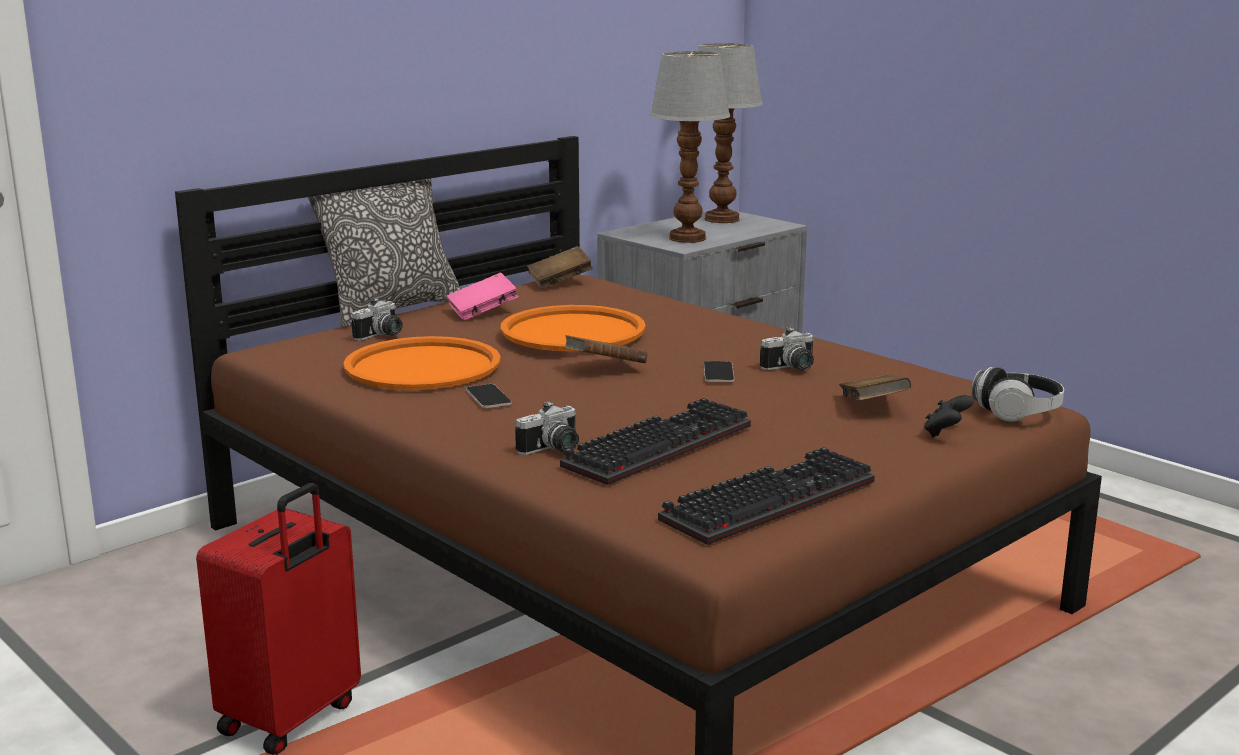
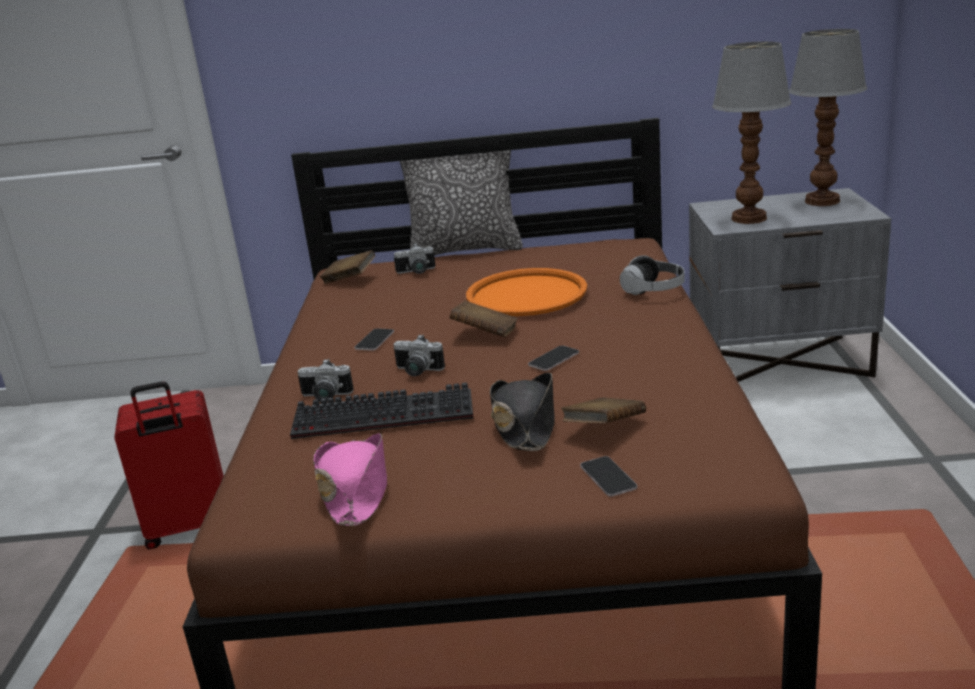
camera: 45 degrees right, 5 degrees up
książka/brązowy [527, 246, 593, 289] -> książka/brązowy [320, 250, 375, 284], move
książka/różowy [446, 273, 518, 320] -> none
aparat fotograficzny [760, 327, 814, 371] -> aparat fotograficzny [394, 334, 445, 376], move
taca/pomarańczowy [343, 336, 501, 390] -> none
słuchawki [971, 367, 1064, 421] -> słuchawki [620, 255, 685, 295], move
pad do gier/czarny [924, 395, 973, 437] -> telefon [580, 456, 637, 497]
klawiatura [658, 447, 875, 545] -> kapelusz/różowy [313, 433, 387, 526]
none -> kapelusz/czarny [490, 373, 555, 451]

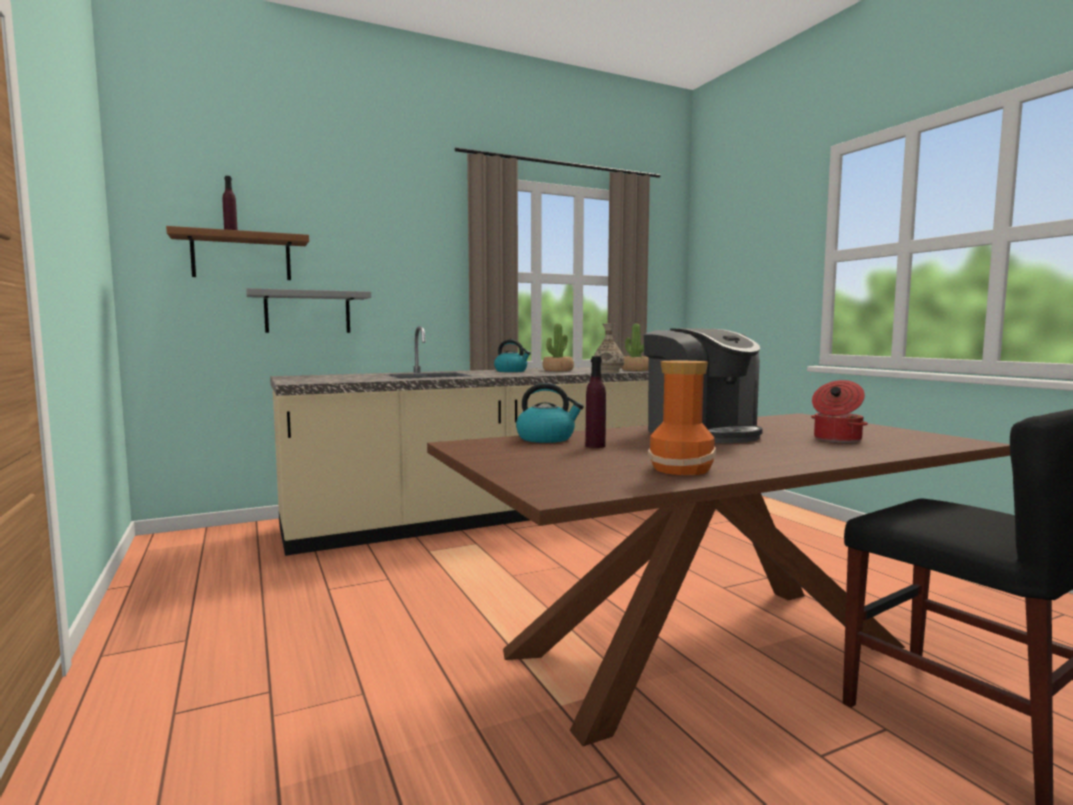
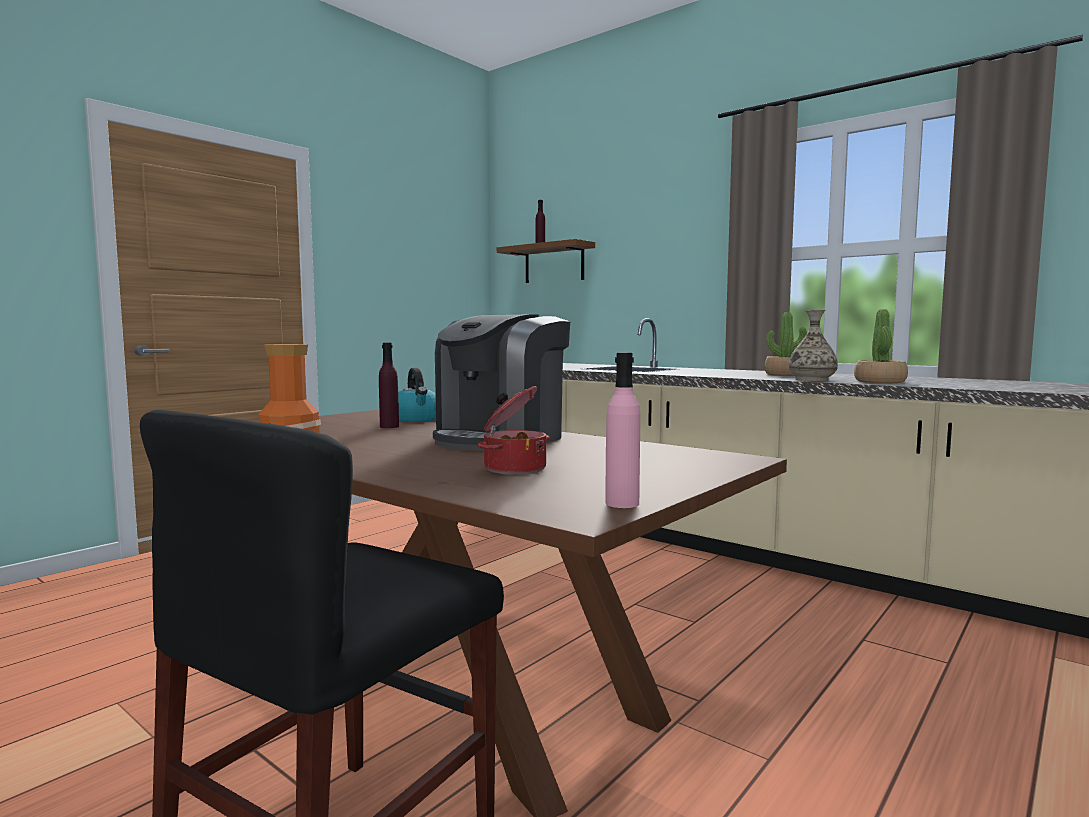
camera: 65 degrees right, 0 degrees up
półka/szary [246, 288, 371, 333] -> none
czajnik [494, 340, 531, 372] -> none
none -> butelka/różowy [606, 352, 640, 508]

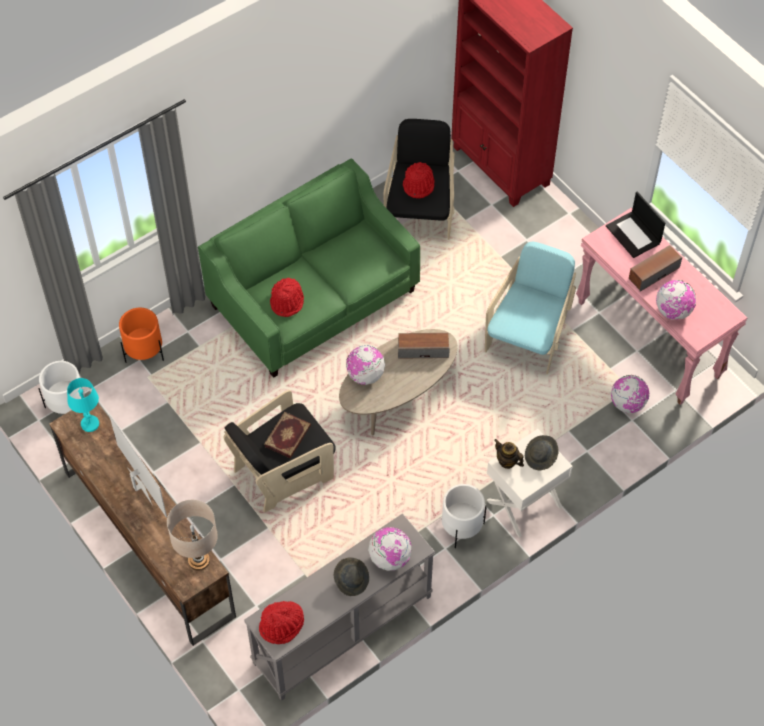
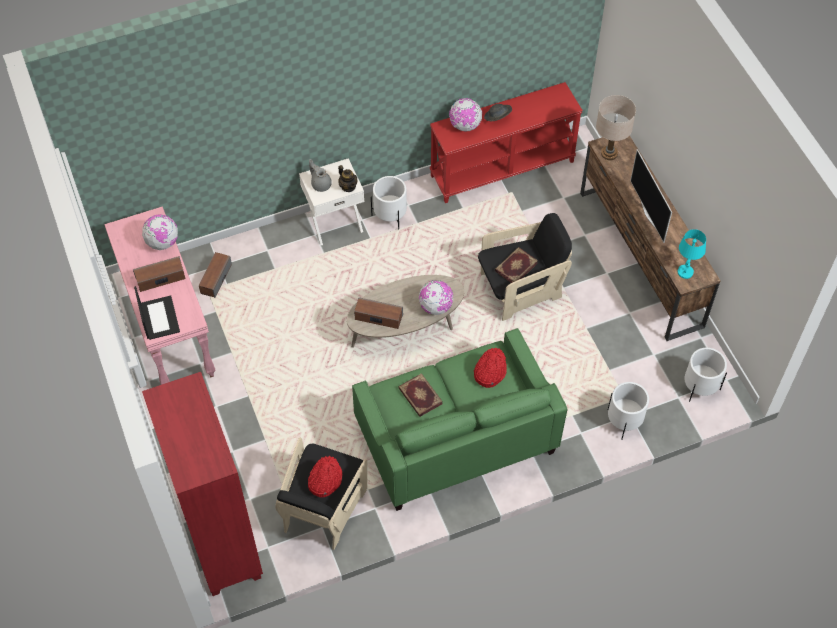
camera: 165 degrees left, 0 degrees up
fotel/turkusowy [485, 242, 576, 374] -> none
donica/pomarańczowy [119, 308, 164, 363] -> donica/biały [608, 382, 649, 440]
globus [611, 375, 649, 413] -> głośnik [199, 252, 232, 298]
kapelusz/szary [525, 435, 559, 470] -> imbryk/szary [309, 159, 332, 192]
stolik konsolowy/szary [244, 514, 435, 701] -> stolik konsolowy/czerwony [430, 82, 583, 203]
kapelusz/czerwony [259, 601, 304, 644] -> none
none -> książka [398, 373, 443, 417]

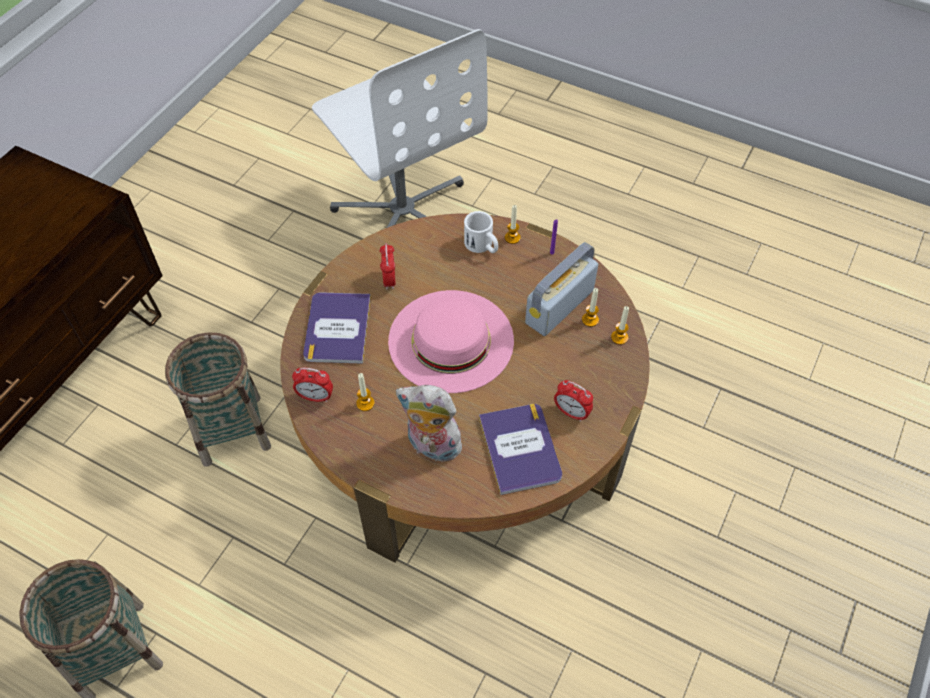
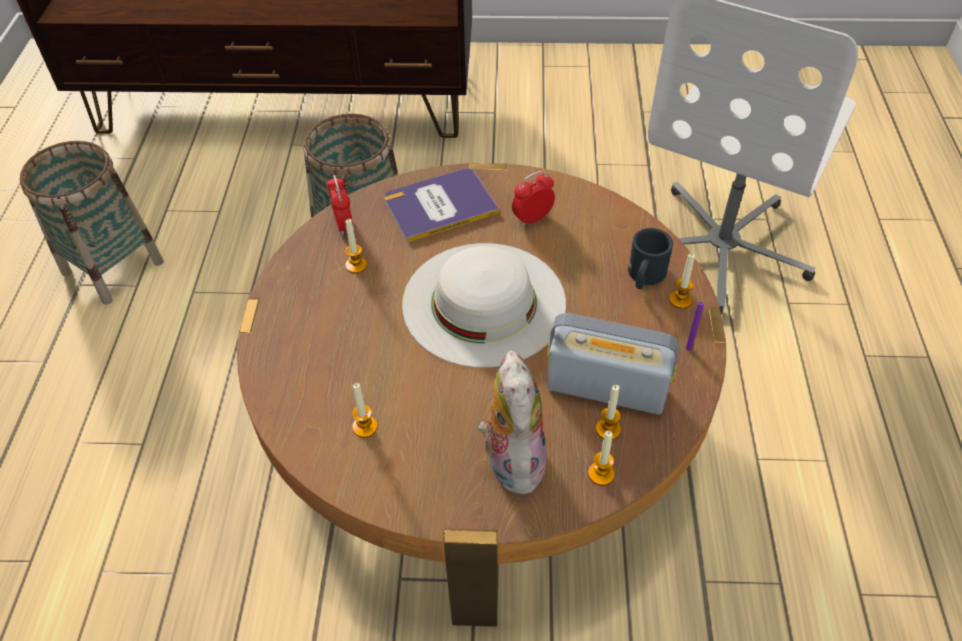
camera: 65 degrees right, 5 degrees down
kubek/biały [464, 211, 498, 253] -> kubek/czarny [628, 228, 673, 289]
kapelusz/różowy [388, 290, 514, 393] -> kapelusz/biały [402, 243, 566, 368]
budzik [554, 380, 593, 421] -> none
pluszak [396, 385, 462, 462] -> pluszak [477, 350, 547, 496], move
książka [479, 404, 562, 495] -> świeca [352, 383, 378, 438]

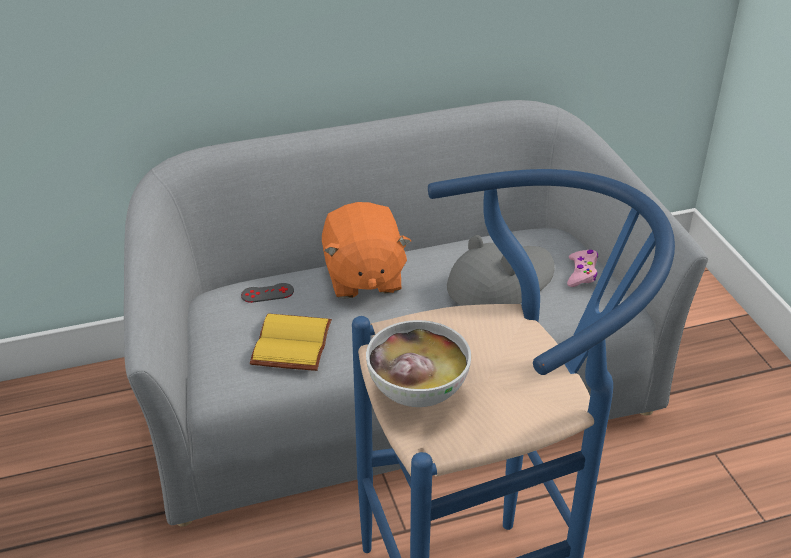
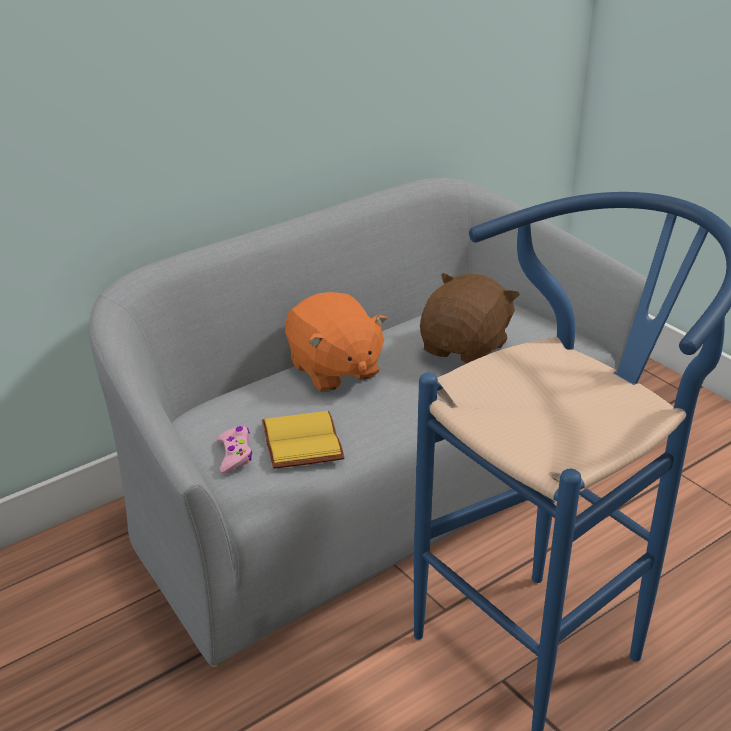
camera: 20 degrees left, 5 degrees down
kapelusz/szary [447, 235, 555, 306] -> pluszak/brązowy [420, 273, 520, 364]
pad do gier/różowy [567, 250, 598, 287] -> pad do gier/różowy [217, 426, 252, 474], move
pad do gier/szary [241, 283, 294, 303] -> none
miska [366, 320, 471, 407] -> none

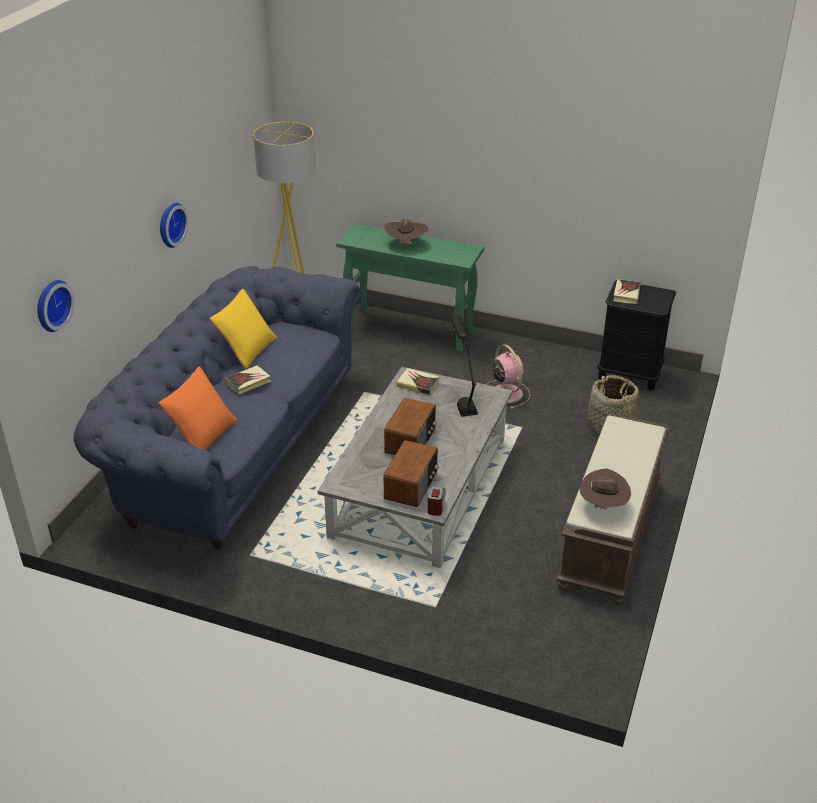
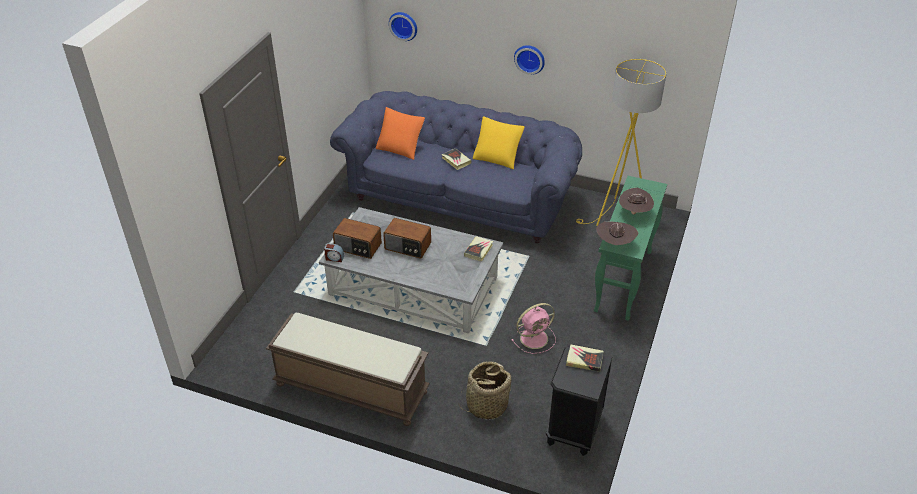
camera: 90 degrees right, 5 degrees up
lampa stołowa/czarny [450, 314, 478, 417] -> none
kapelusz/brązowy [579, 469, 631, 509] -> kapelusz/brązowy [596, 221, 638, 245], move

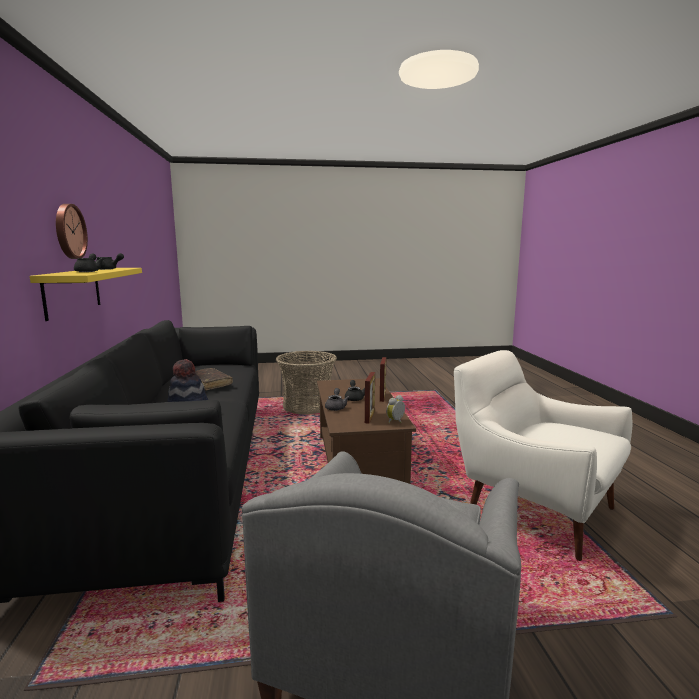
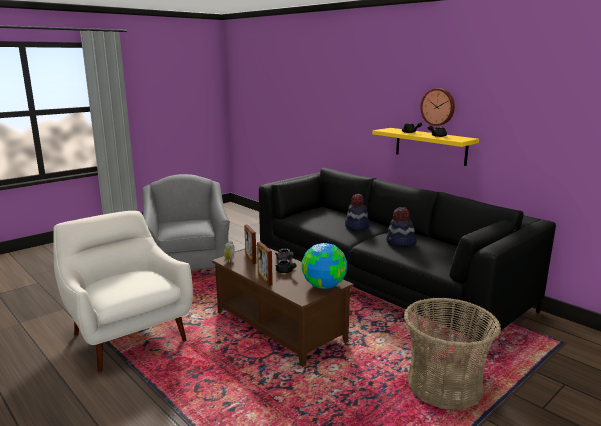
camera: 145 degrees right, 5 degrees up
fotel/biały [454, 350, 632, 561] -> fotel/biały [53, 211, 193, 372], 135 degrees counterclockwise
książka/brązowy [195, 368, 233, 391] -> kapelusz [386, 207, 417, 247]
none -> globus [302, 243, 347, 289]

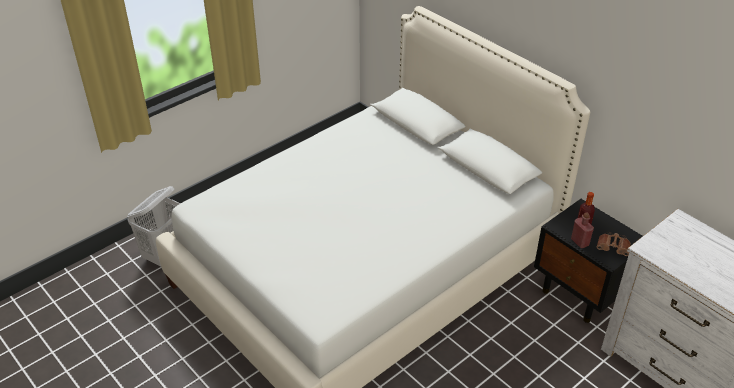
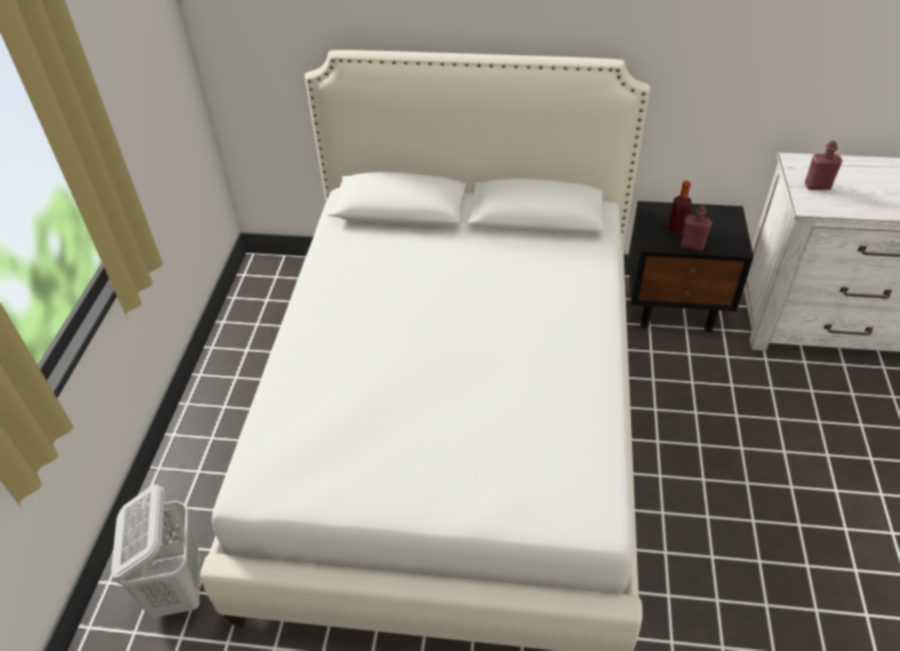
camera: 40 degrees left, 5 degrees up
lornetka/brązowy [596, 232, 631, 256] -> none
none -> butelka/czerwony [805, 141, 842, 190]

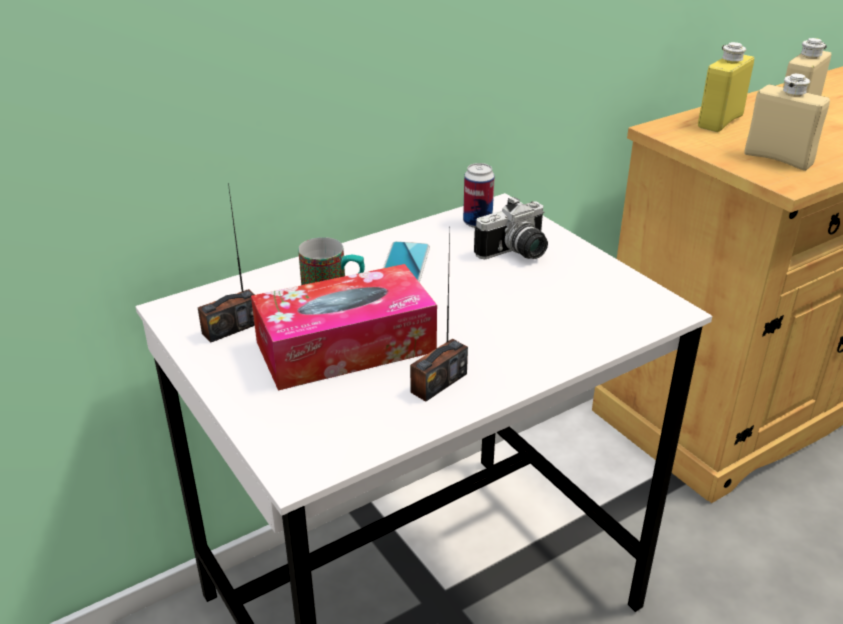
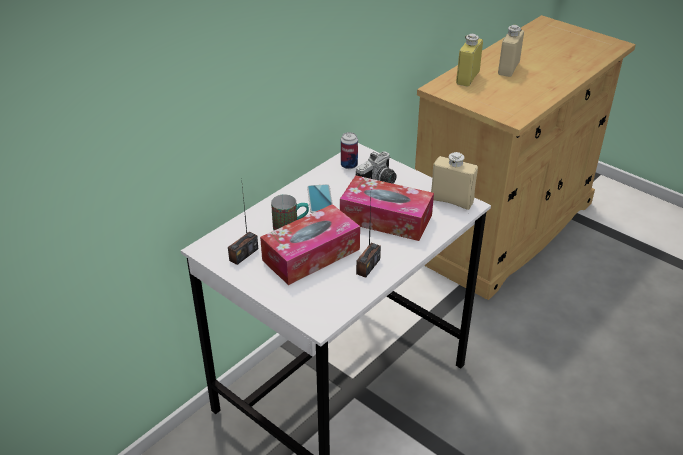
camera: 15 degrees left, 5 degrees up
butelka/beżowy [744, 74, 830, 171] -> butelka/beżowy [431, 152, 478, 210], move
none -> pudełko chusteczek [340, 175, 434, 241]

